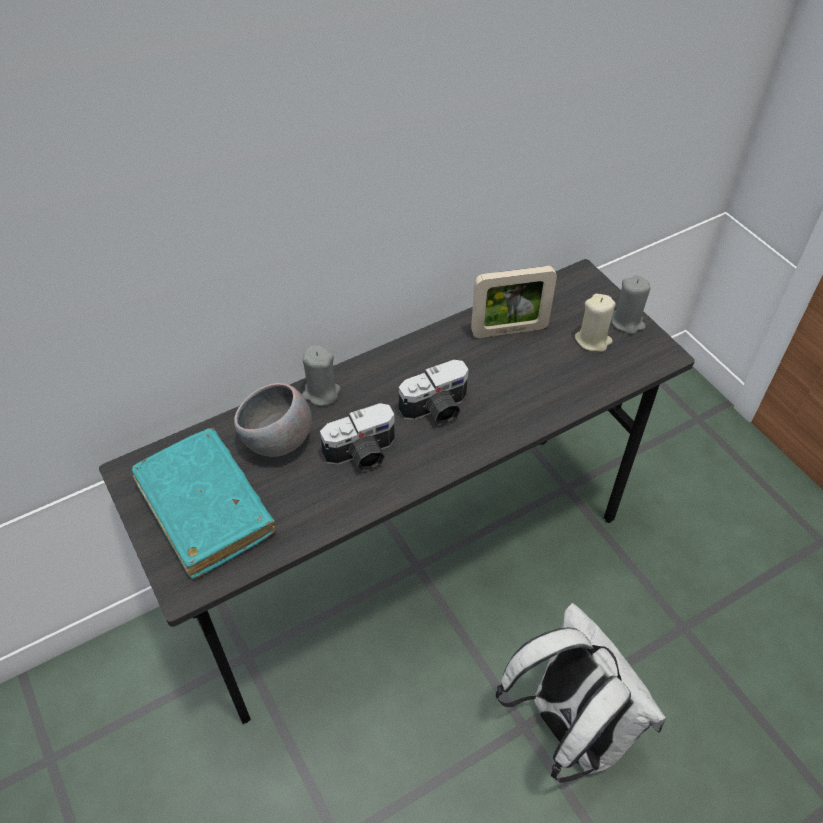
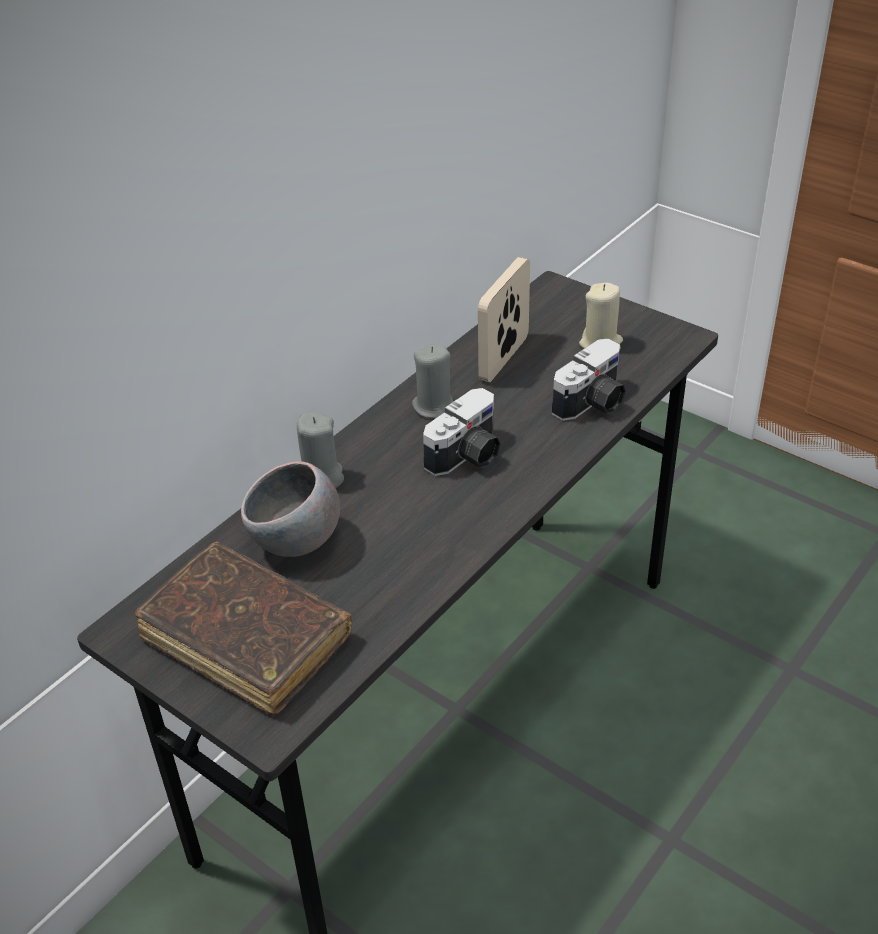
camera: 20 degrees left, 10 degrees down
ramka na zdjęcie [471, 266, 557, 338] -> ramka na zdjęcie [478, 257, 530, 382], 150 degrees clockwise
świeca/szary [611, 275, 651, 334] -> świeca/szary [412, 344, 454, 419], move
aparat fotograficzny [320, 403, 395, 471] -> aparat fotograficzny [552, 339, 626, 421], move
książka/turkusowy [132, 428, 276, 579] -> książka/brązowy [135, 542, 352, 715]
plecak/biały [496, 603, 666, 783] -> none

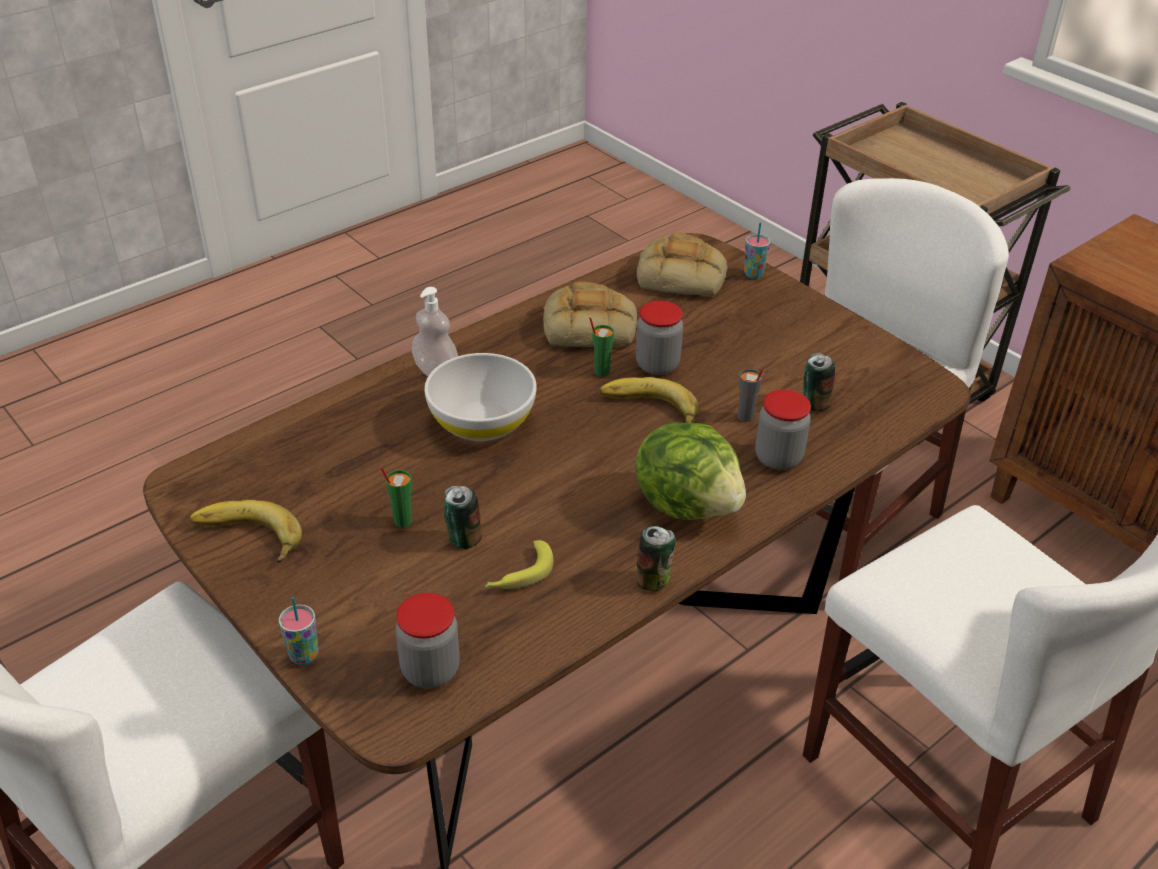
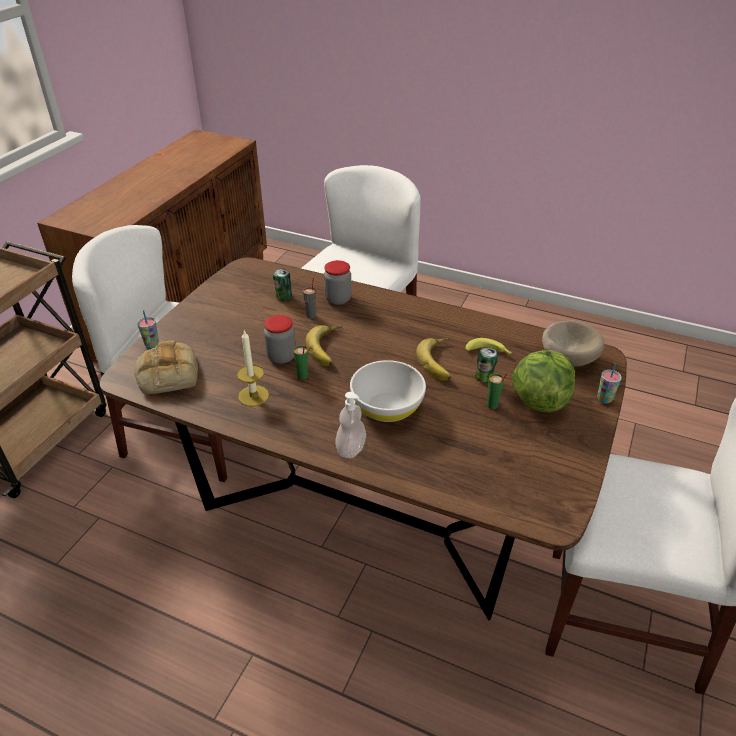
camera: 115 degrees left, 0 degrees up
chleb [543, 282, 637, 347] -> świeca [237, 330, 269, 407]
sałata [635, 423, 746, 520] -> sałata [512, 350, 575, 412], move
banan [190, 500, 302, 563] -> banan [416, 338, 451, 380], move
puszka [636, 526, 676, 591] -> none
słoik [396, 593, 460, 688] -> miska/beżowy [542, 320, 604, 367]

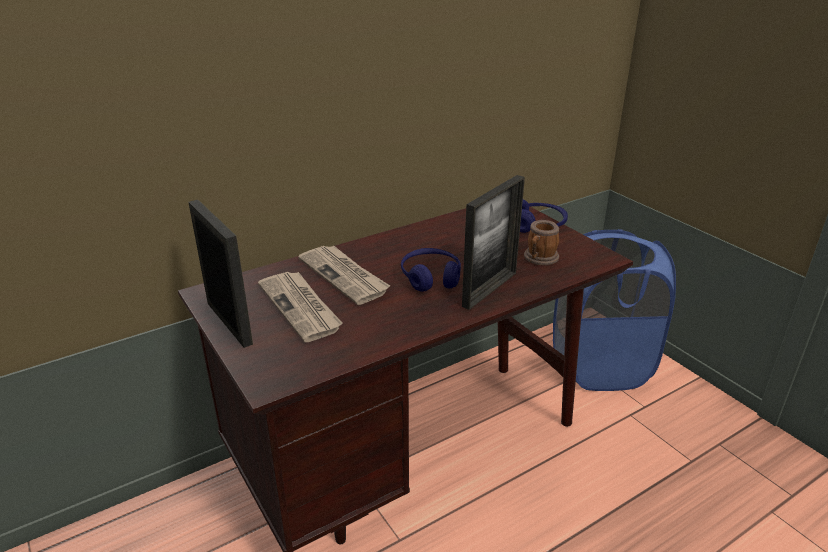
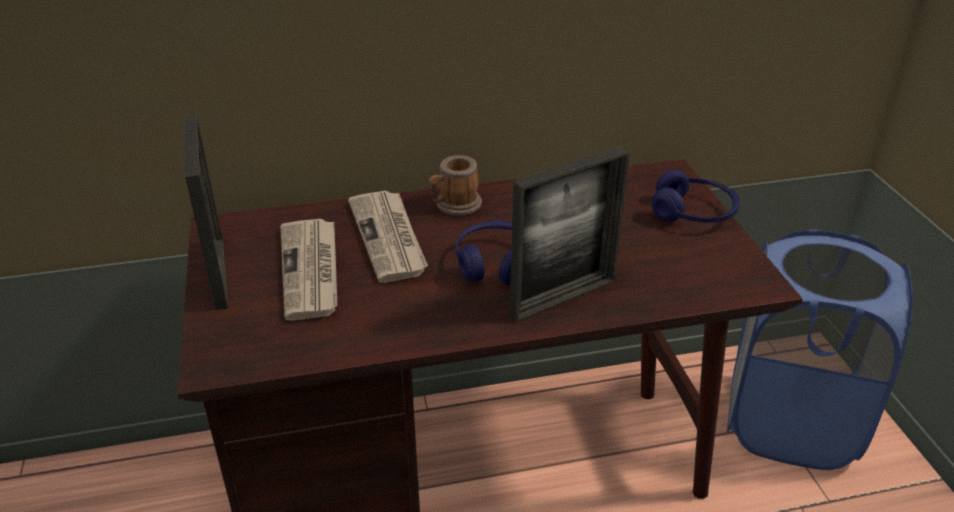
camera: 20 degrees right, 5 degrees up
kubek [524, 220, 559, 265] -> kubek [429, 155, 482, 216], move

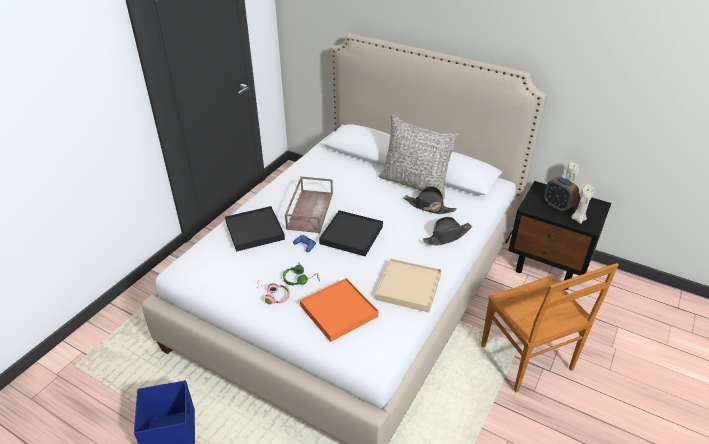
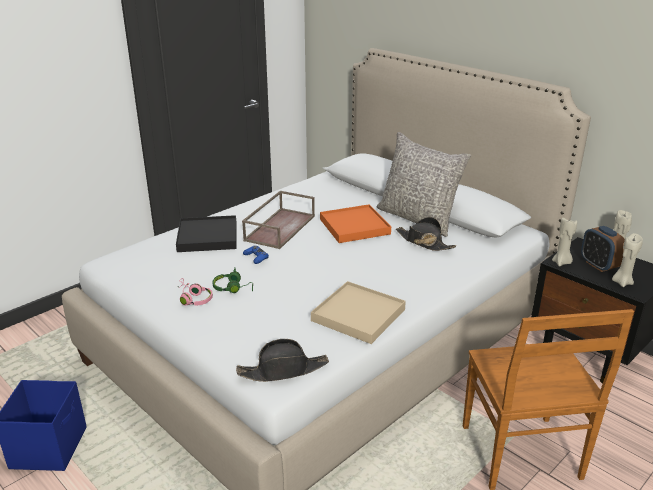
camera: 15 degrees right, 10 degrees down
taca/czarny [319, 210, 383, 256] -> none
kapelusz/czarny [423, 217, 472, 245] -> kapelusz/czarny [236, 339, 329, 382], move
taca/pomarańczowy [300, 278, 378, 342] -> taca/pomarańczowy [320, 204, 391, 243], move
none -> świeca/beżowy [552, 217, 577, 267]

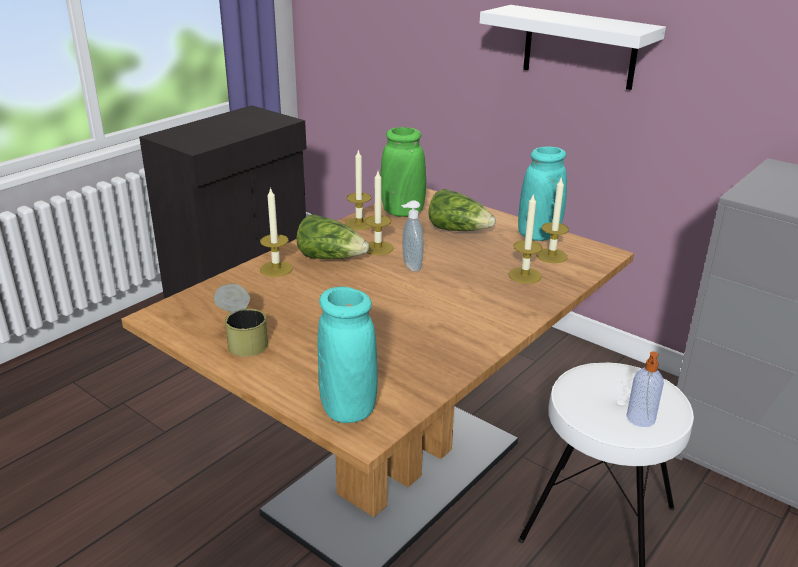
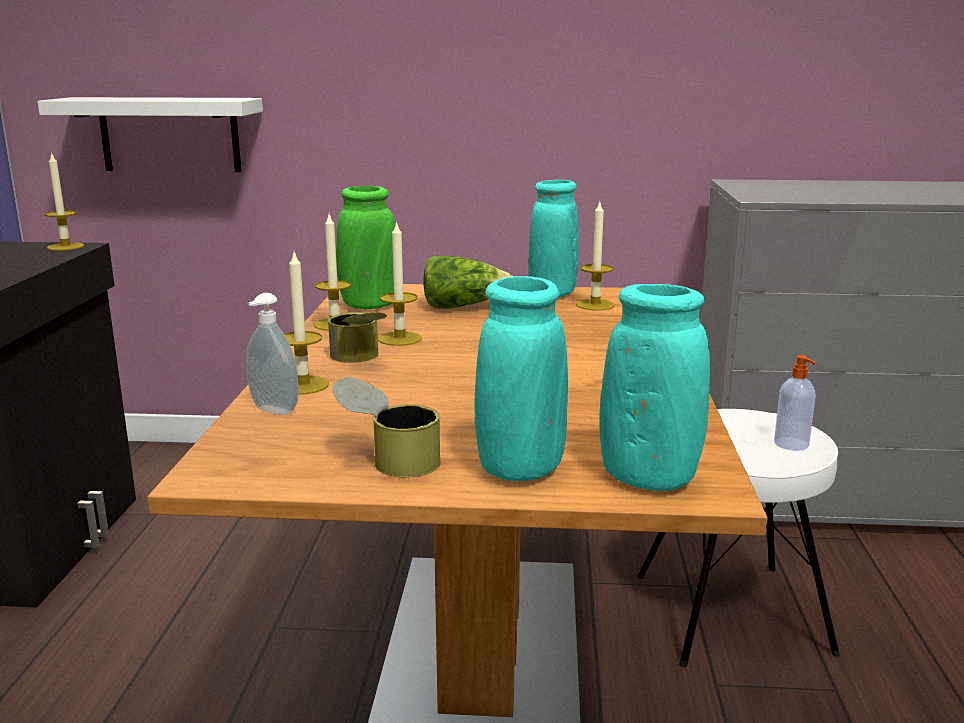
camera: 35 degrees left, 10 degrees down
półka/biały [480, 5, 666, 90] -> półka/biały [37, 97, 263, 172], move
świeca [509, 193, 542, 284] -> świeca [44, 152, 85, 251], move
dozownik mydła [401, 200, 424, 272] -> dozownik mydła [246, 293, 299, 415], move
sałata [296, 214, 369, 259] -> puszka [328, 312, 387, 363]
none -> wazon/turkusowy [475, 276, 568, 481]

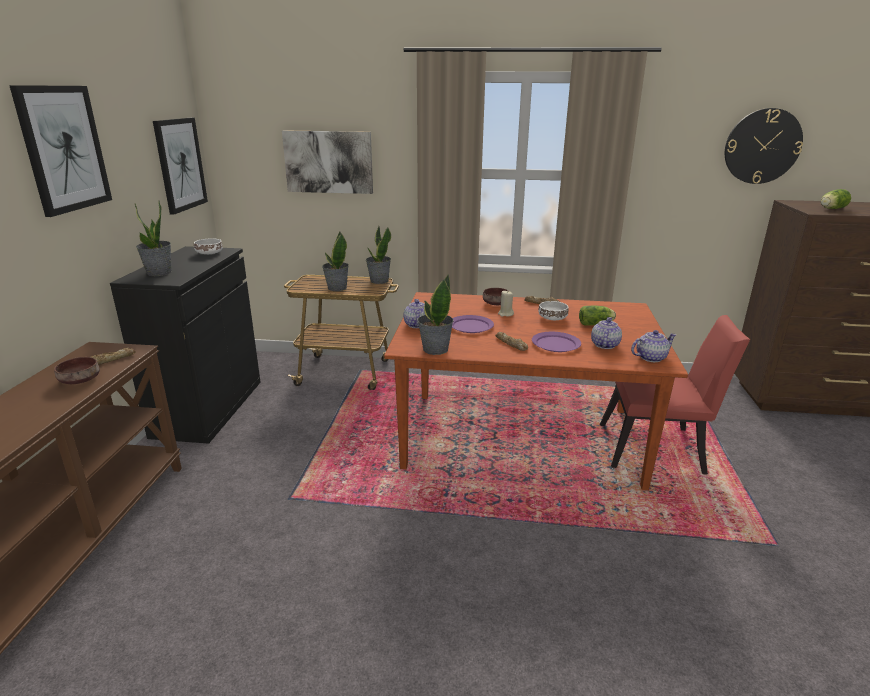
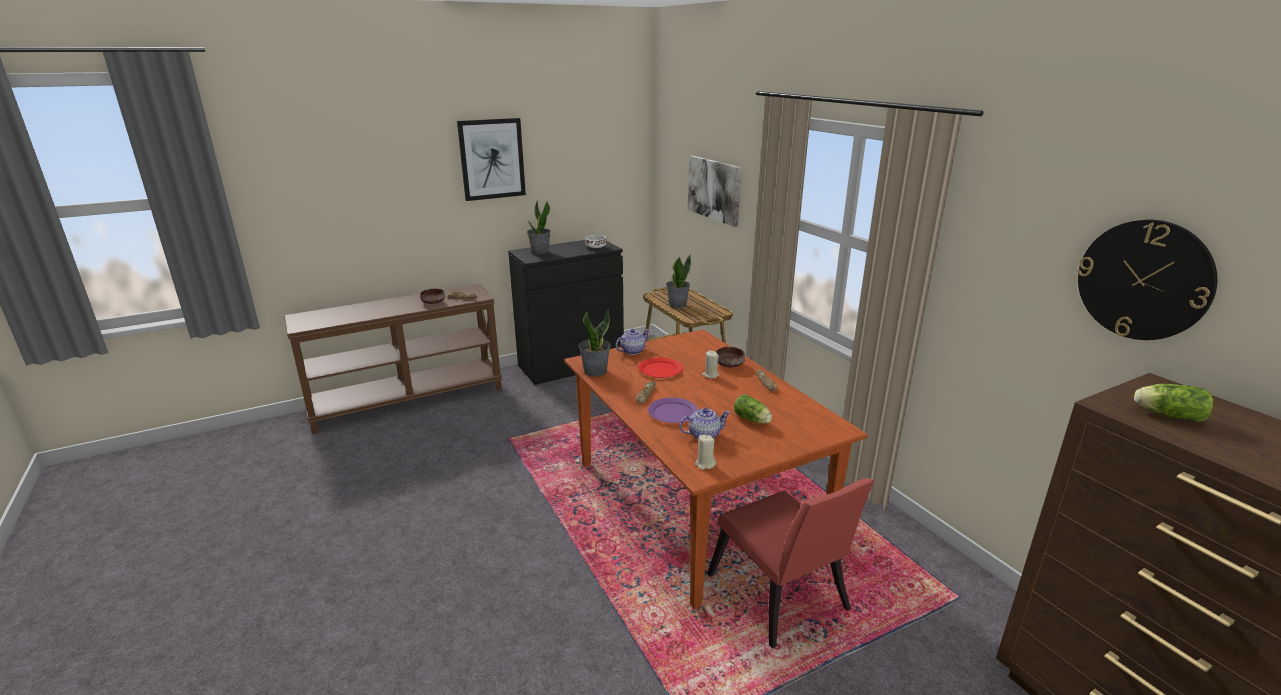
camera: 55 degrees right, 0 degrees up
obraz [153, 118, 208, 215] -> none
roślina doniczkowa [366, 226, 391, 284] -> none
miska/biały [538, 301, 568, 320] -> none
talerz/fioletowy [452, 315, 494, 333] -> talerz/czerwony [638, 358, 683, 378]
imbryk [631, 330, 676, 362] -> świeca/beżowy [695, 435, 716, 470]

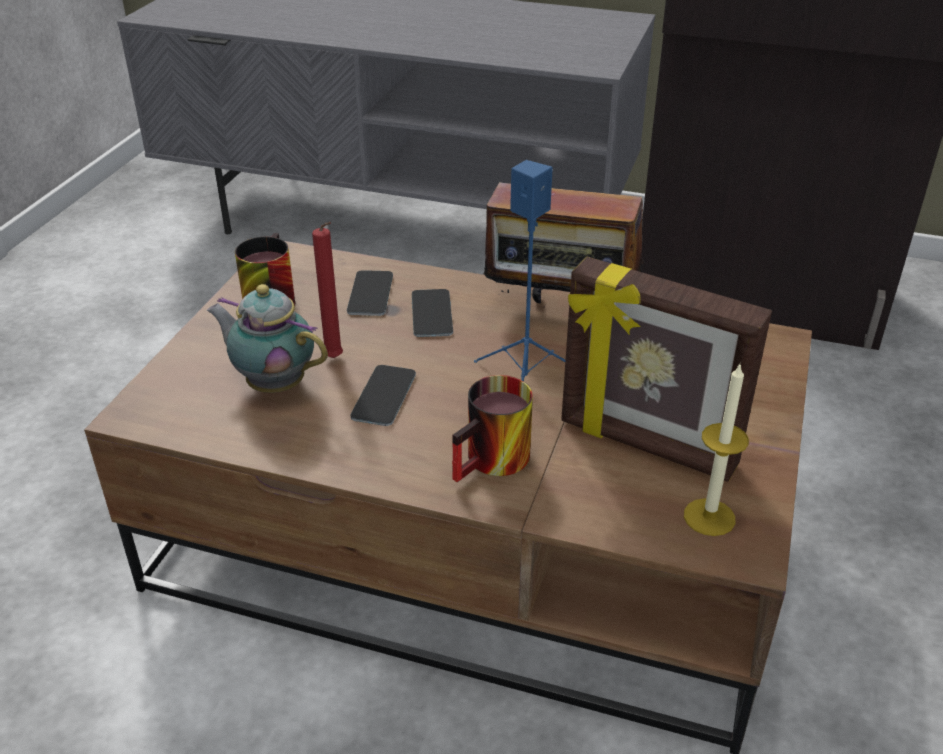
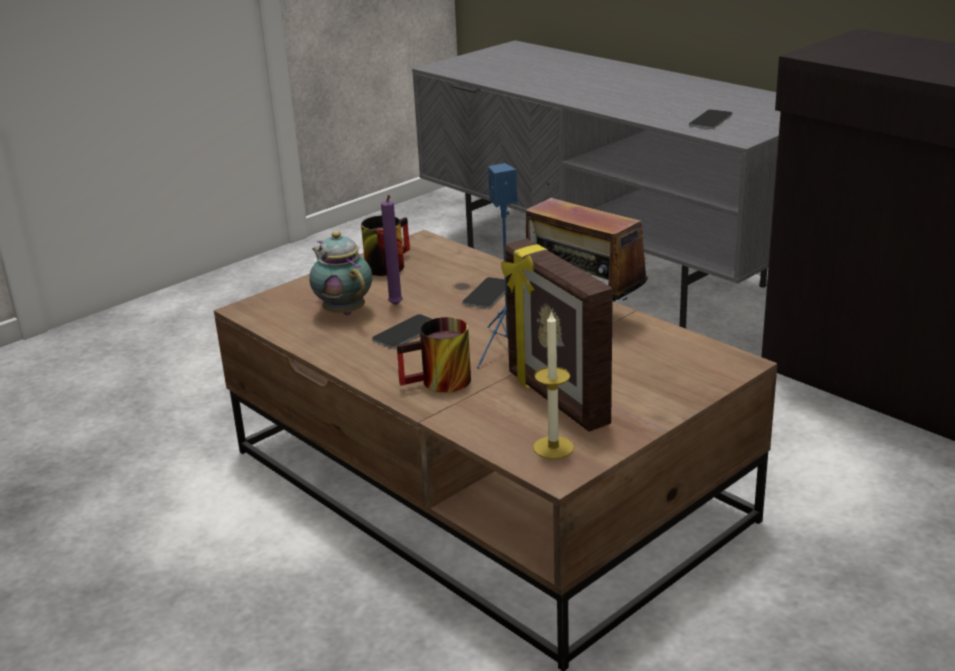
camera: 30 degrees right, 10 degrees down
świeca/czerwony [312, 222, 343, 358] -> świeca/fioletowy [381, 195, 403, 305]
telefon [347, 270, 393, 316] -> telefon [689, 109, 732, 129], move

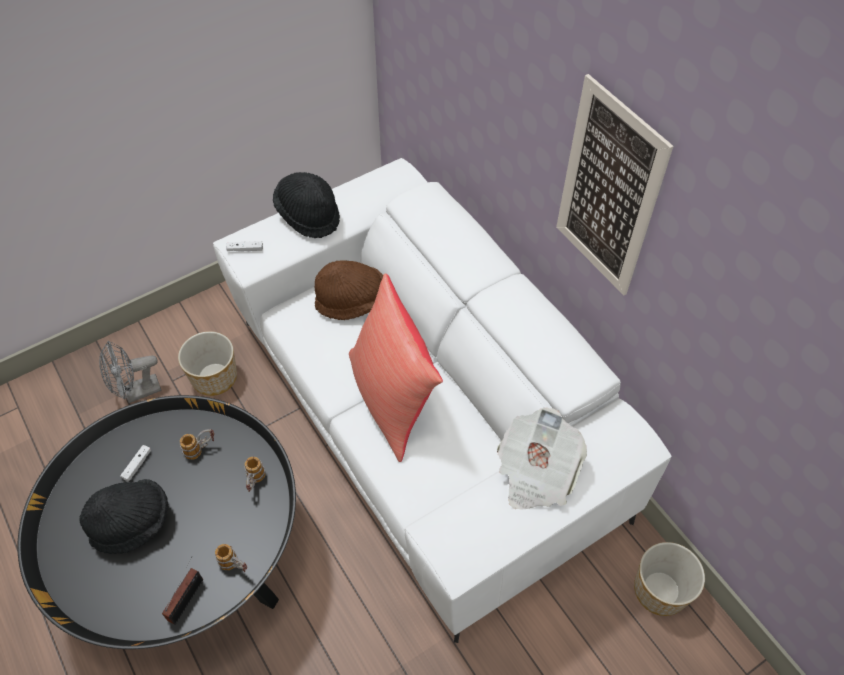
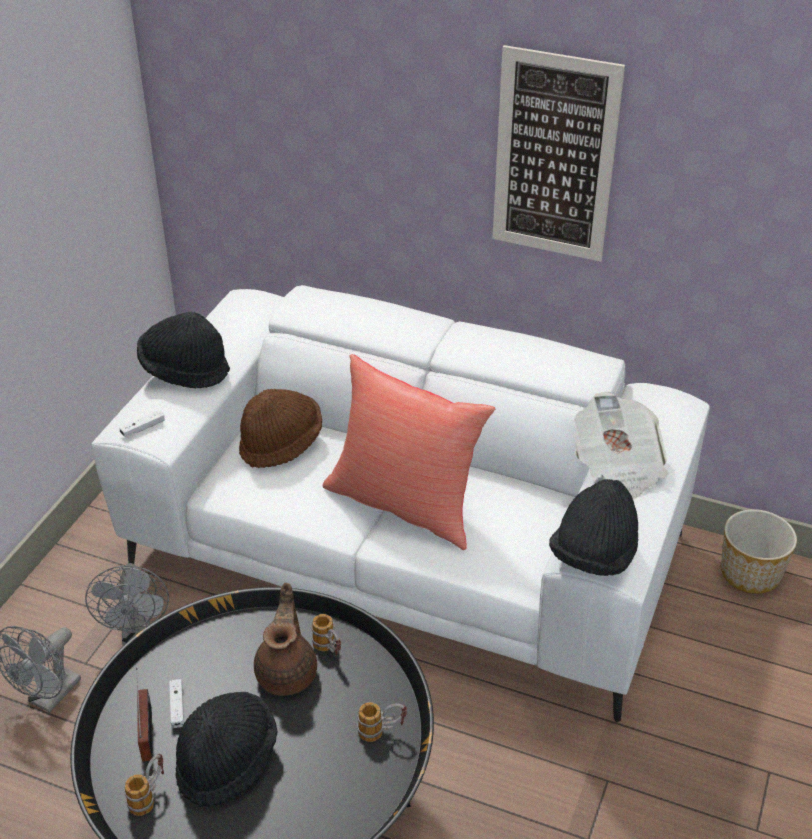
camera: 35 degrees left, 15 degrees down
donica [178, 331, 237, 396] -> wentylator/szary [85, 563, 169, 645]
kubek [180, 429, 214, 460] -> kubek [124, 754, 164, 816], move
radio [162, 556, 203, 625] -> radio [136, 668, 153, 762], move
none -> kapelusz/czarny [549, 479, 638, 576]
none -> imbryk/brązowy [254, 583, 317, 696]

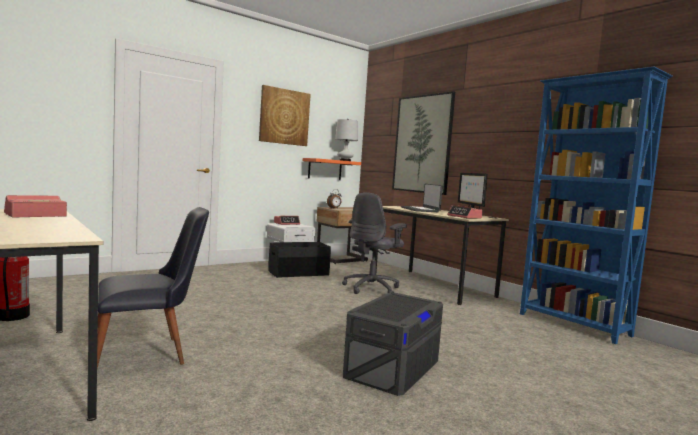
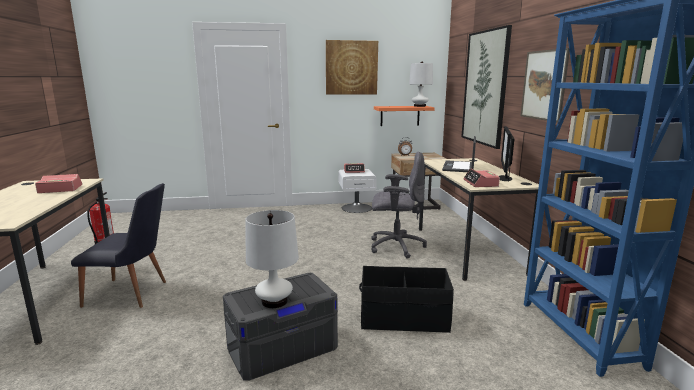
camera: 30 degrees right, 10 degrees up
krzesło biurowe/szary [342, 192, 407, 294] -> krzesło biurowe/szary [371, 151, 427, 259], 150 degrees counterclockwise
pojemnik do przechowywania/czarny [268, 242, 331, 278] -> pojemnik do przechowywania/czarny [359, 266, 454, 333], move
none -> obraz [520, 48, 570, 122]
none -> lampa stołowa/biały [246, 210, 299, 308]

